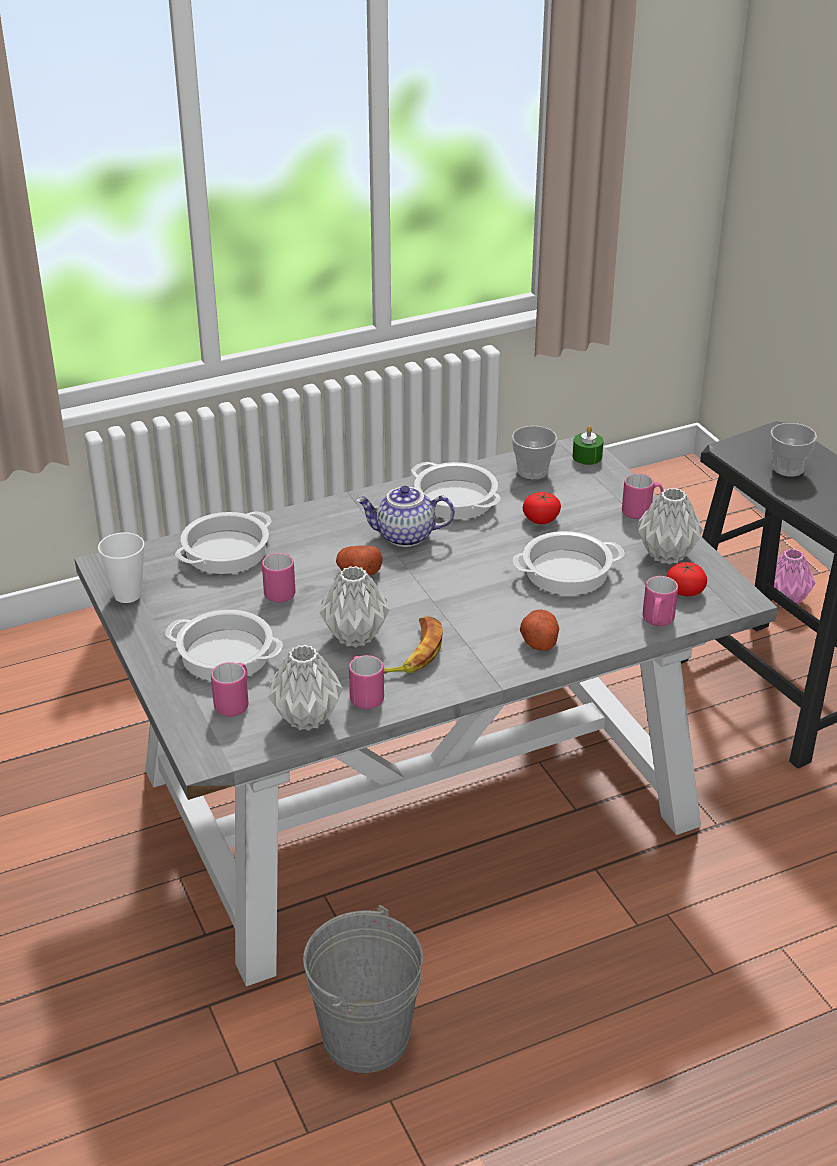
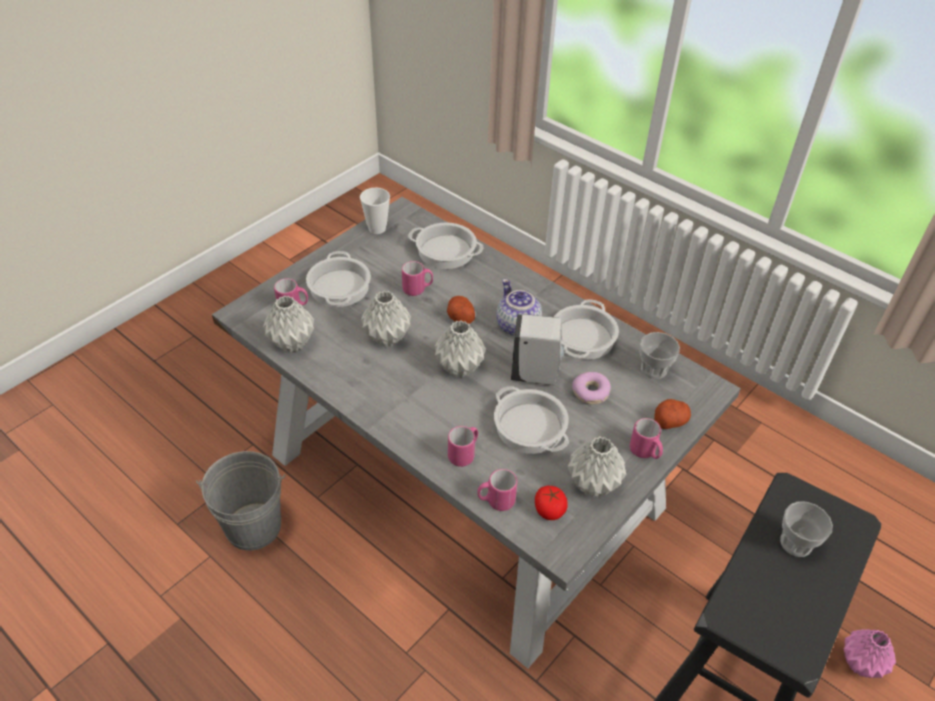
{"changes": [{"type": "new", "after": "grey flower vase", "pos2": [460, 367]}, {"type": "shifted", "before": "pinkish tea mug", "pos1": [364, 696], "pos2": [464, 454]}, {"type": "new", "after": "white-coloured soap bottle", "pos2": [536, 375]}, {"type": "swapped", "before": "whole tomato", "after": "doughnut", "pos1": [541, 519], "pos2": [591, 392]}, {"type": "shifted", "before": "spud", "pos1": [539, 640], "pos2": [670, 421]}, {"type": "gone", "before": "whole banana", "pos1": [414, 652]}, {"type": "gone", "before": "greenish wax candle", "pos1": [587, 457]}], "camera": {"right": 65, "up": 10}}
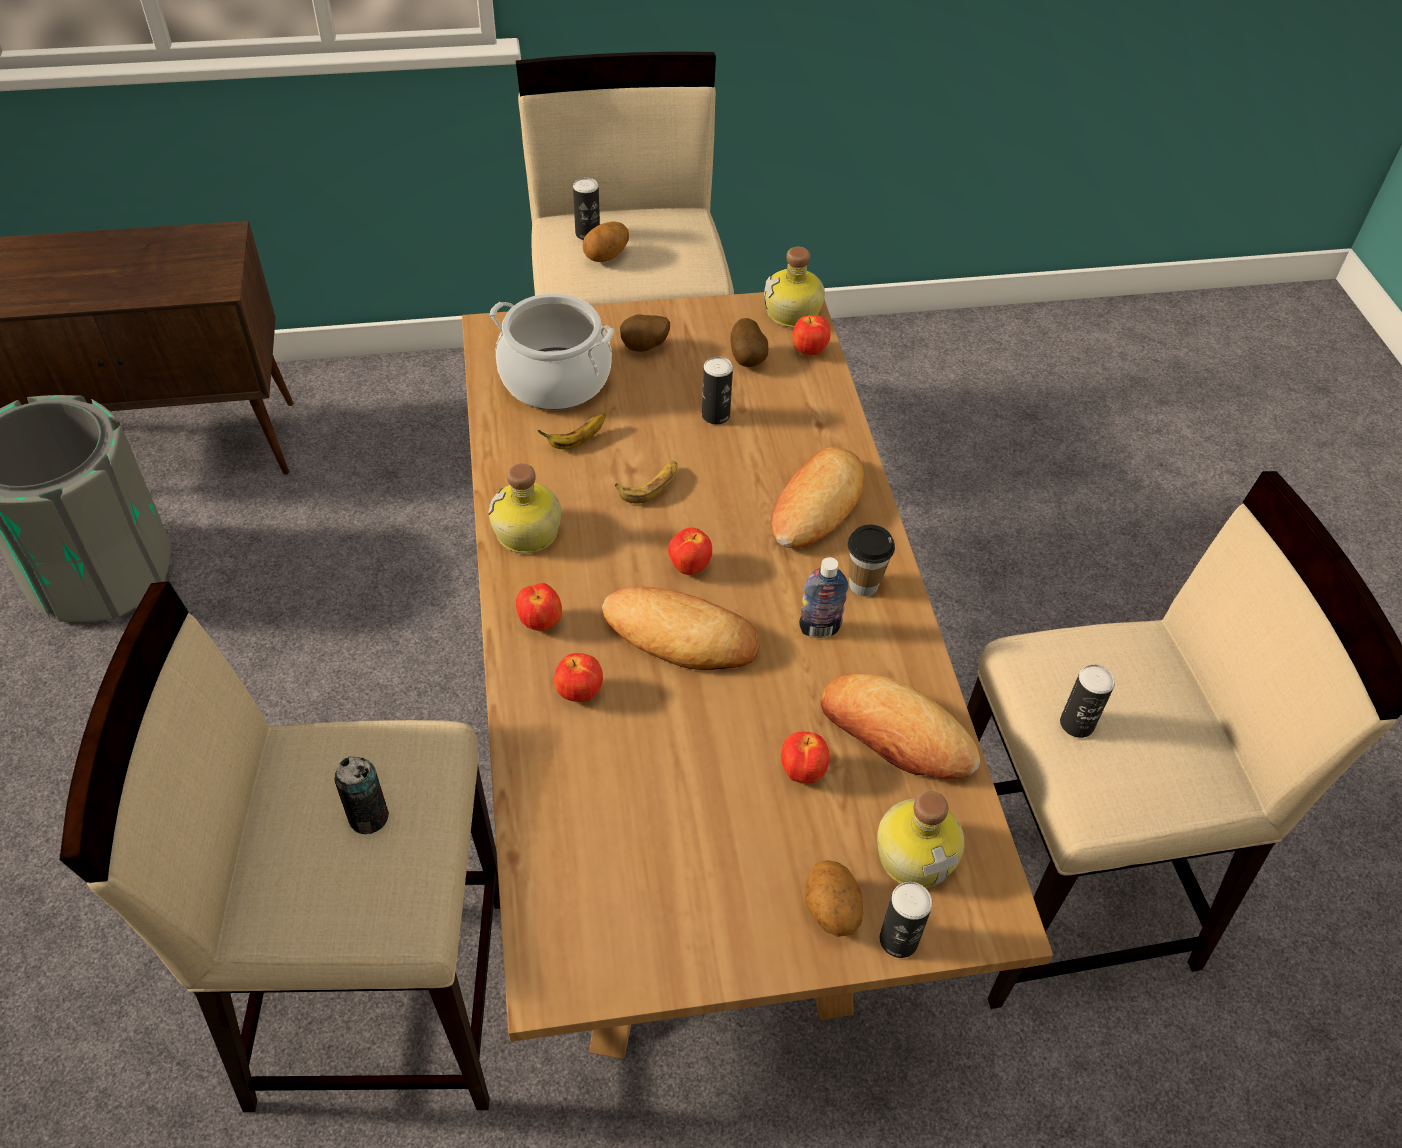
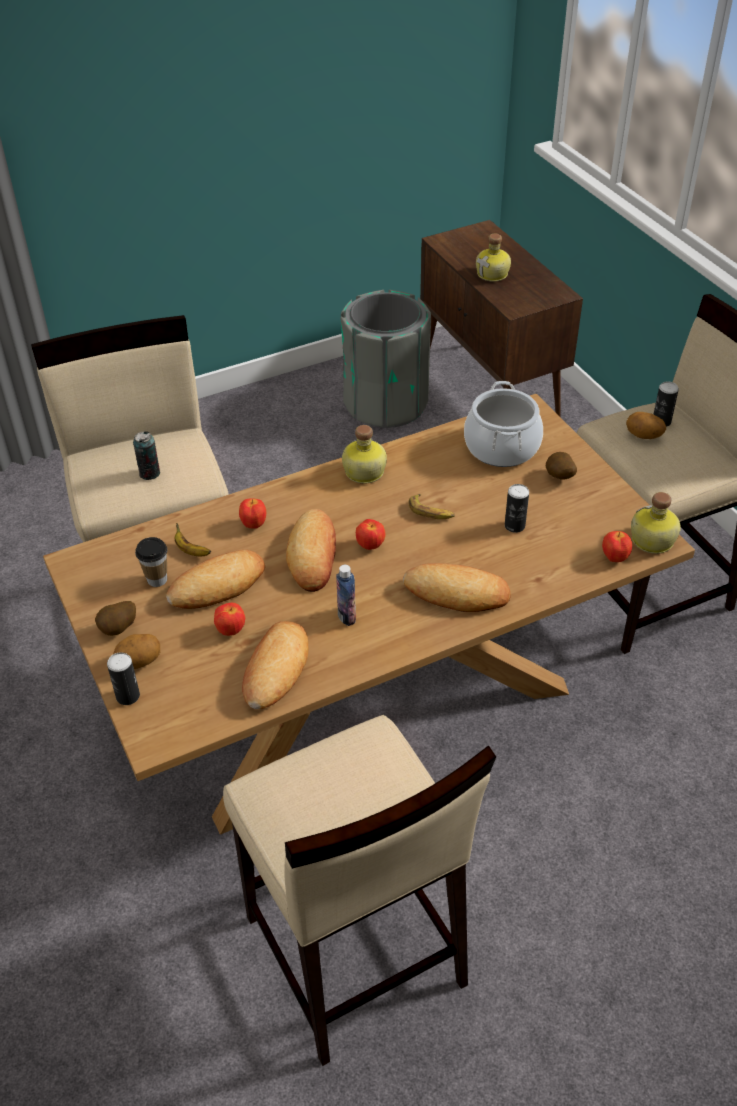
{"changes": [{"type": "shifted", "before": "spud", "pos1": [748, 359], "pos2": [119, 629]}, {"type": "shifted", "before": "small cup", "pos1": [863, 585], "pos2": [157, 579]}, {"type": "new", "after": "baked bread", "pos2": [218, 585]}, {"type": "shifted", "before": "whole banana", "pos1": [576, 441], "pos2": [191, 551]}, {"type": "shifted", "before": "bottle", "pos1": [916, 854], "pos2": [493, 274]}, {"type": "gone", "before": "apple fruit", "pos1": [541, 623]}, {"type": "gone", "before": "can", "pos1": [1076, 724]}], "camera": {"right": 75, "up": -5}}
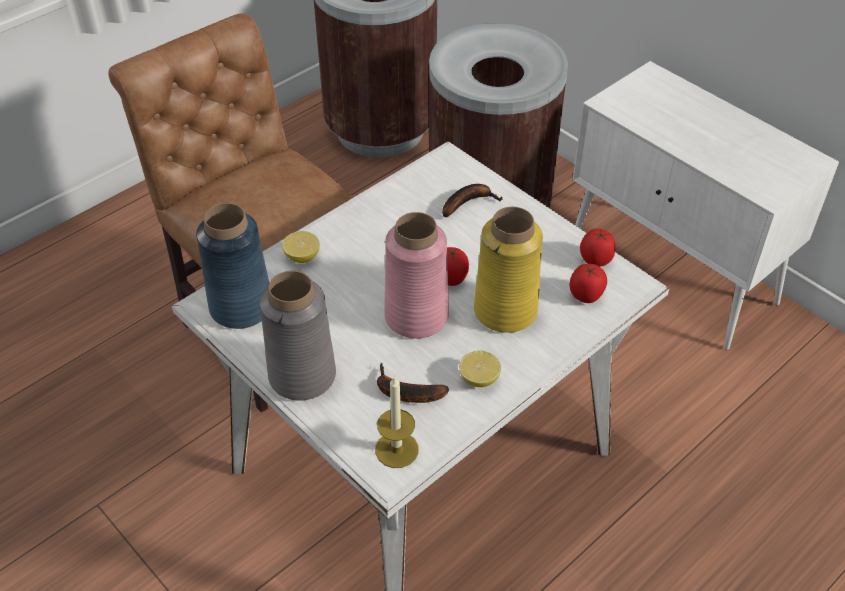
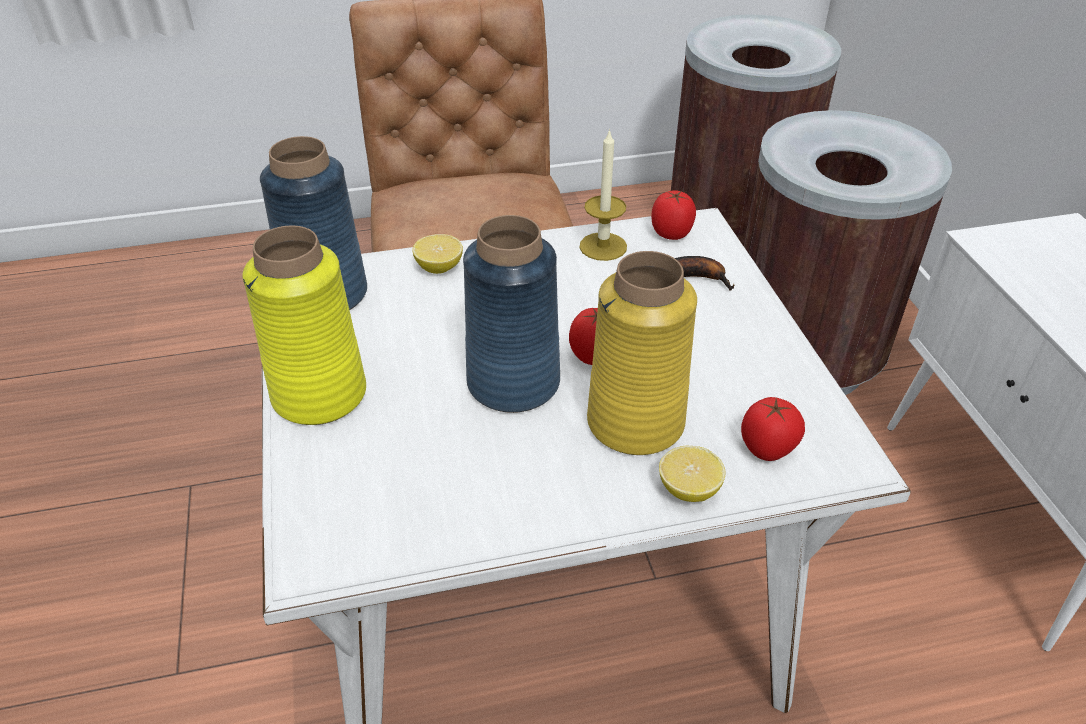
{"changes": [{"type": "repainted", "before": "grey flower vase", "after": "yellow-coloured flower vase", "pos1": [303, 375], "pos2": [320, 394]}, {"type": "repainted", "before": "pinkish flower vase", "after": "bluish flower vase", "pos1": [416, 316], "pos2": [512, 383]}, {"type": "shifted", "before": "wax candle", "pos1": [396, 449], "pos2": [603, 246]}, {"type": "shifted", "before": "whole tomato", "pos1": [595, 260], "pos2": [672, 234]}, {"type": "shifted", "before": "lemon", "pos1": [479, 379], "pos2": [689, 489]}, {"type": "gone", "before": "whole banana", "pos1": [404, 392]}], "camera": {"right": 30, "up": -5}}
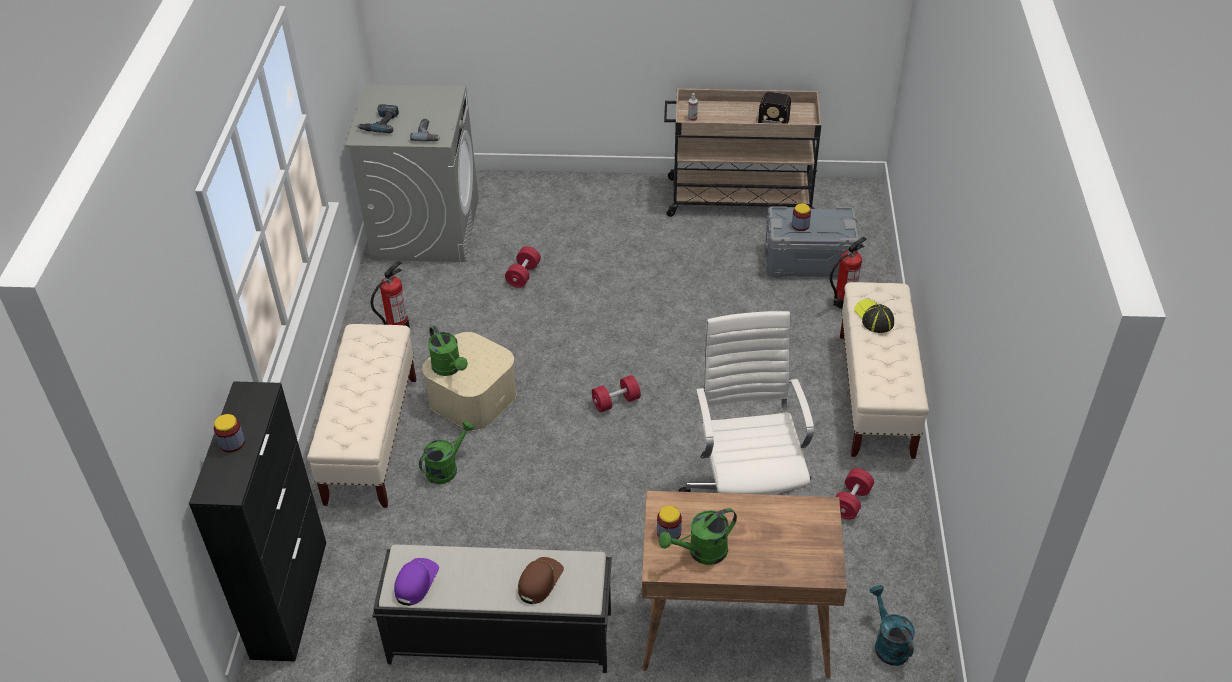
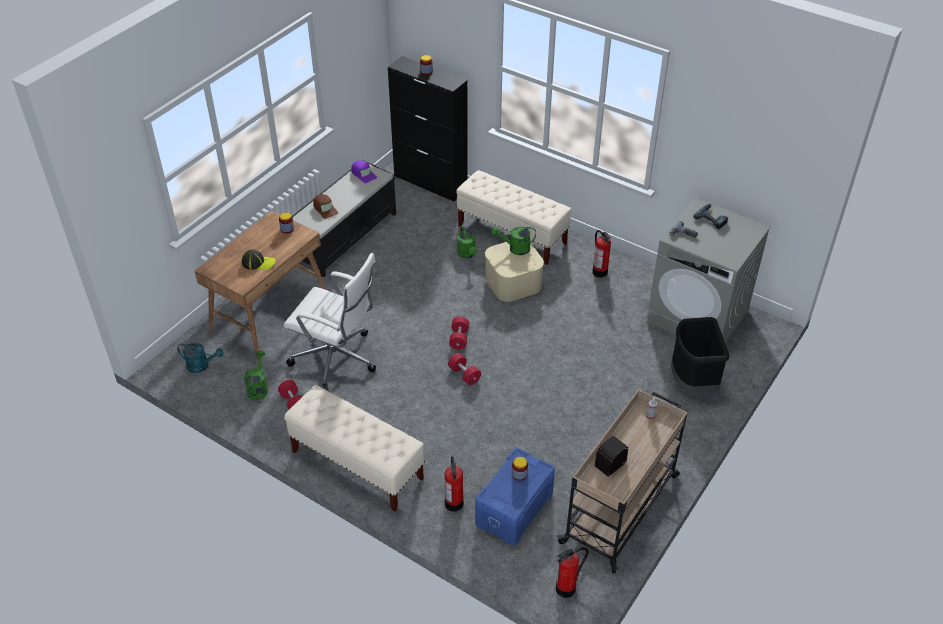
{"changes": [{"type": "shifted", "before": "peaked cap", "pos1": [873, 317], "pos2": [258, 263]}, {"type": "shifted", "before": "greenish watering pot", "pos1": [701, 553], "pos2": [258, 388]}, {"type": "shifted", "before": "red-coloured free weight", "pos1": [523, 275], "pos2": [464, 375]}, {"type": "repainted", "before": "grey storage container", "after": "bluish storage container", "pos1": [808, 260], "pos2": [515, 509]}, {"type": "new", "after": "fire extinguisher", "pos2": [566, 589]}, {"type": "new", "after": "blackish trash can", "pos2": [692, 382]}], "camera": {"right": 120, "up": 0}}
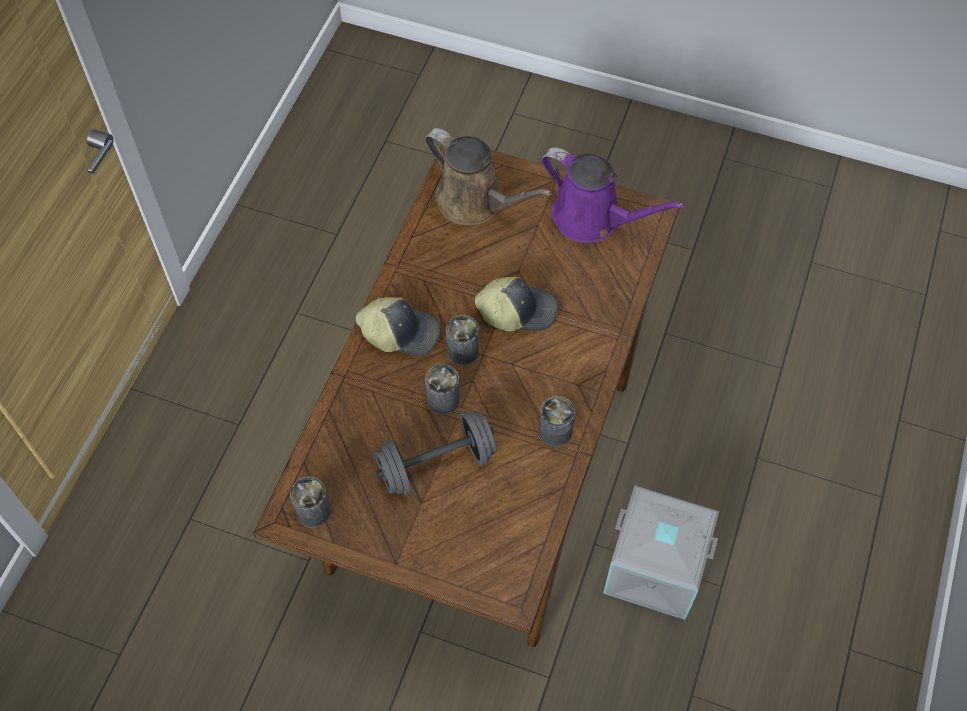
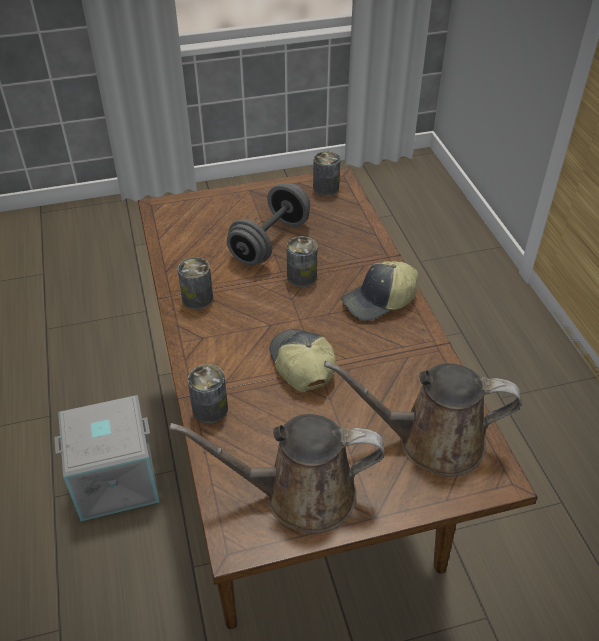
{"changes": [{"type": "repainted", "before": "purplish watering pot", "after": "brown-coloured watering pot", "pos1": [593, 218], "pos2": [300, 494]}, {"type": "shifted", "before": "can", "pos1": [463, 351], "pos2": [210, 409]}, {"type": "rotated", "before": "peaked cap", "pos1": [517, 310], "pos2": [300, 365], "turn": 105}], "camera": {"right": 145, "up": -15}}
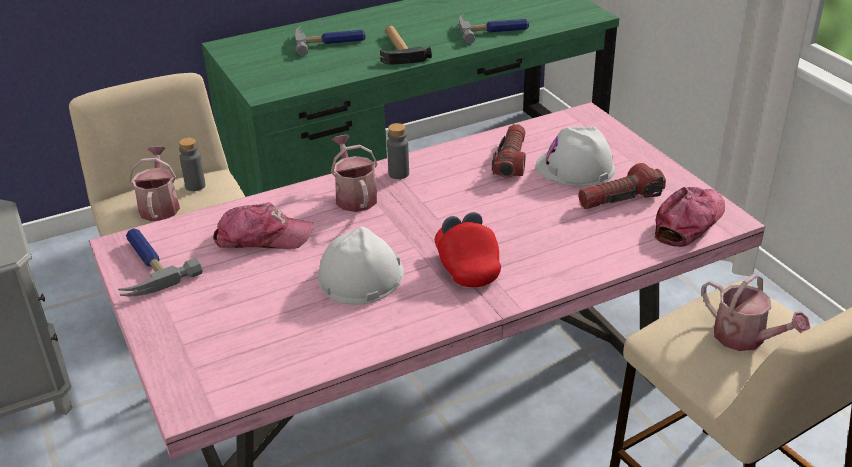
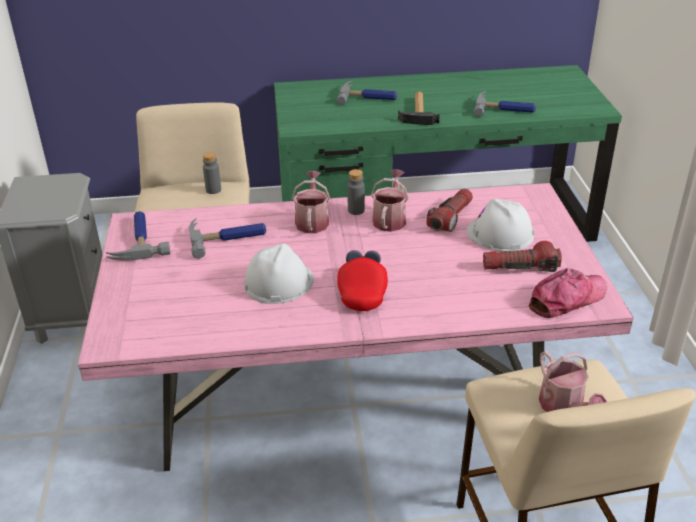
{"changes": [{"type": "swapped", "before": "peaked cap", "after": "hand hammer", "pos1": [263, 237], "pos2": [228, 237]}, {"type": "shifted", "before": "watering pot", "pos1": [160, 206], "pos2": [390, 219]}], "camera": {"right": 20, "up": 0}}
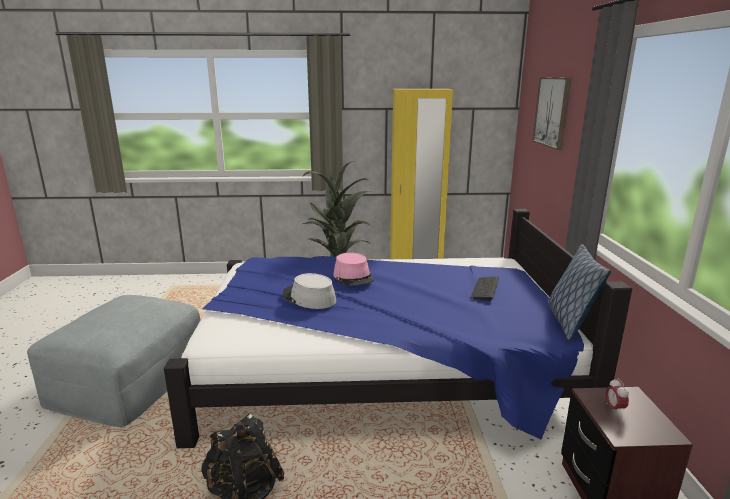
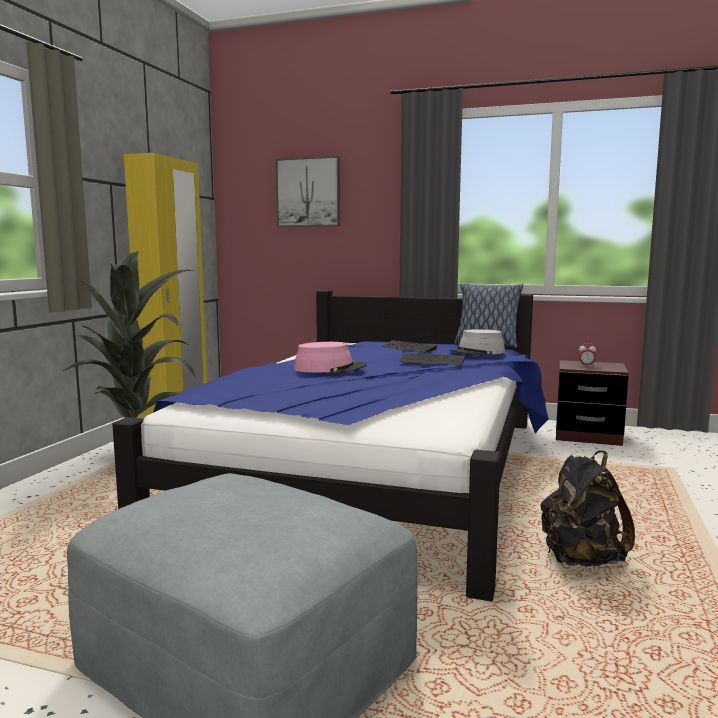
{"changes": [{"type": "new", "after": "computer keyboard", "pos2": [431, 361]}, {"type": "shifted", "before": "grey wearable hat", "pos1": [309, 298], "pos2": [477, 352]}], "camera": {"right": -70, "up": -10}}
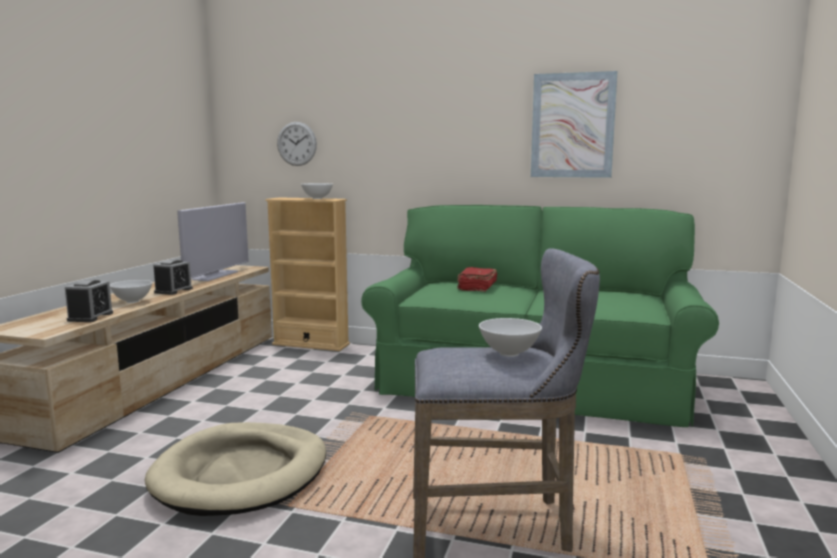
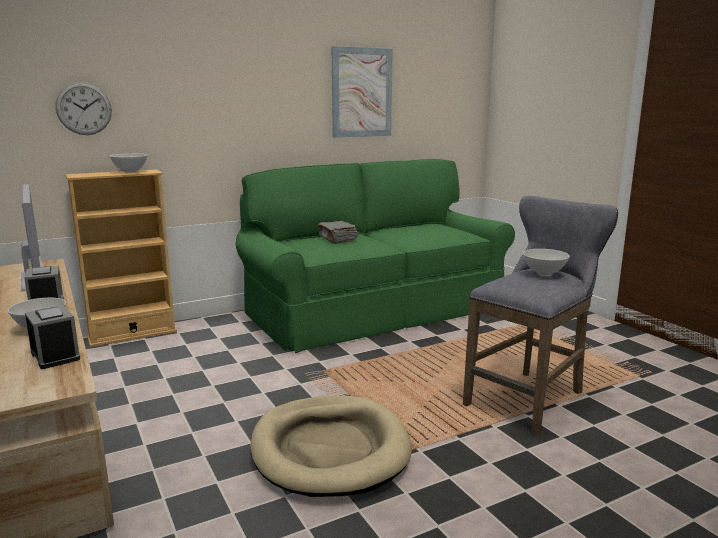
{"changes": [{"type": "repainted", "before": "red-coloured bound book", "after": "grey bound book", "pos1": [476, 287], "pos2": [337, 239]}], "camera": {"right": -45, "up": 5}}
